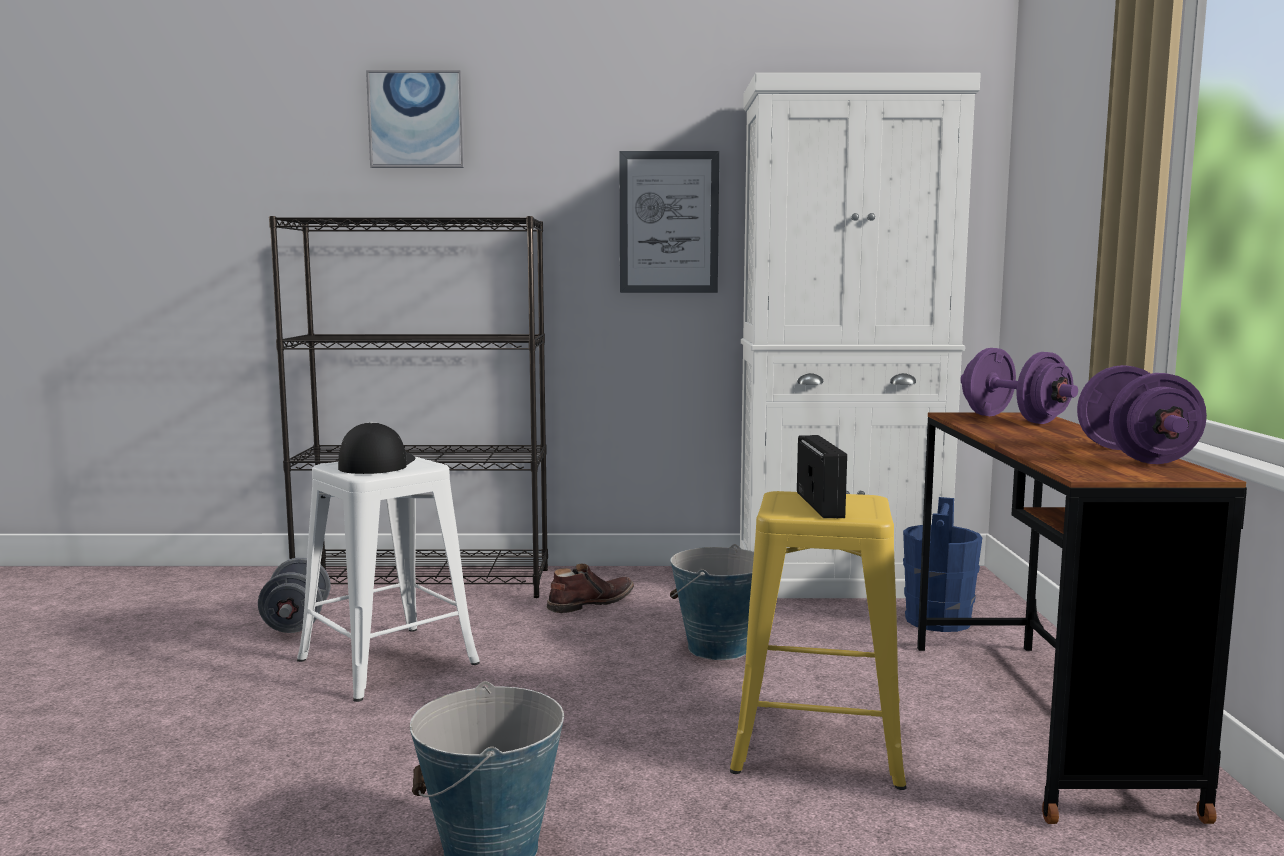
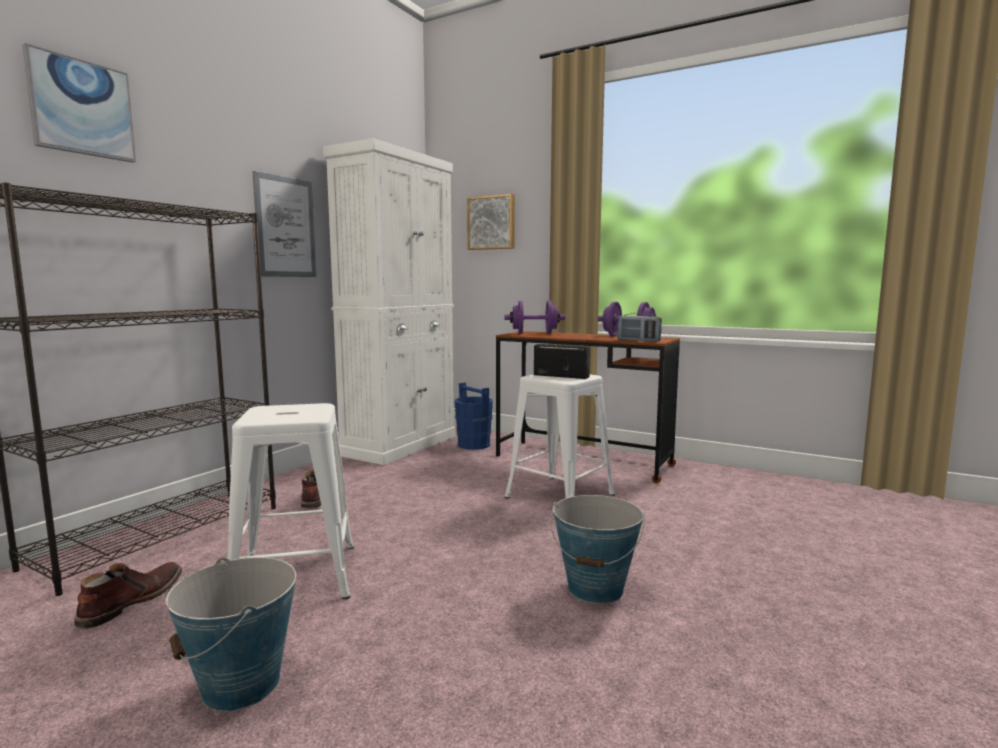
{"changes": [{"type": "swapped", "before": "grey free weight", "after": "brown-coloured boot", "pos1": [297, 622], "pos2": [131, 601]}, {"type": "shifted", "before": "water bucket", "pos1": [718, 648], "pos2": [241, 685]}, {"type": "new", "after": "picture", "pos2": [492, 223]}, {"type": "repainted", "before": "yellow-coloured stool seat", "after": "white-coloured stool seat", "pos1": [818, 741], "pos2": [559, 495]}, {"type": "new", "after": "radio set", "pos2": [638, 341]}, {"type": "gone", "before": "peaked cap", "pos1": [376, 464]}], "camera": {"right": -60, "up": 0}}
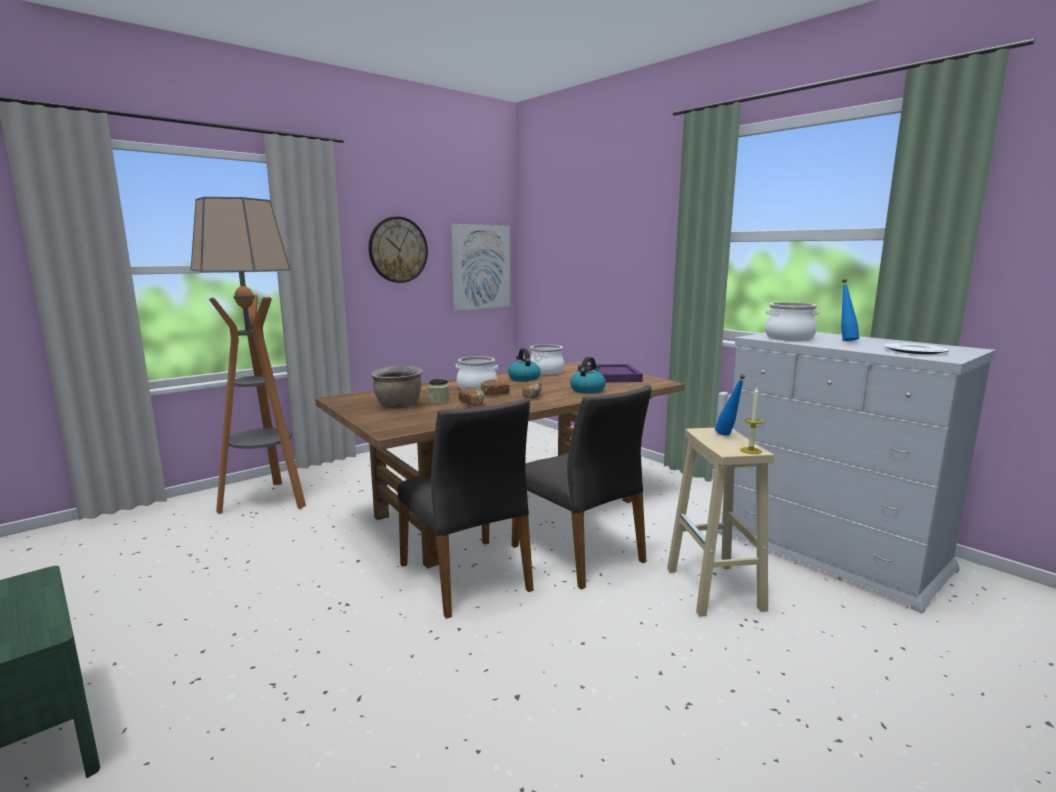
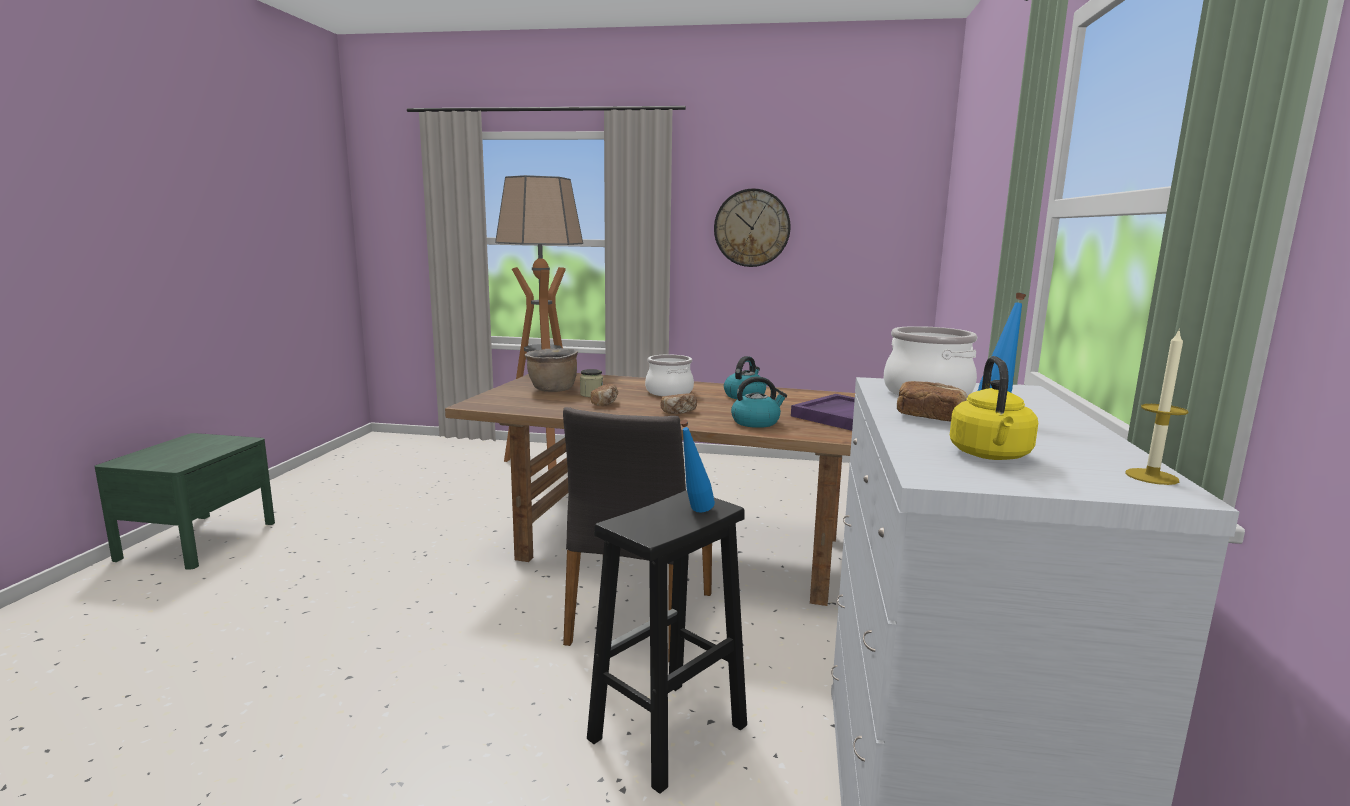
{"changes": [{"type": "repainted", "before": "sand-coloured stool seat", "after": "blackish stool seat", "pos1": [715, 590], "pos2": [666, 734]}, {"type": "shifted", "before": "baked bread", "pos1": [495, 394], "pos2": [929, 418]}, {"type": "swapped", "before": "flat dish", "after": "yellow-coloured kettle", "pos1": [915, 351], "pos2": [990, 455]}, {"type": "shifted", "before": "wax candle", "pos1": [750, 450], "pos2": [1151, 476]}, {"type": "gone", "before": "grey plain chair", "pos1": [467, 577]}, {"type": "gone", "before": "picture", "pos1": [481, 267]}, {"type": "gone", "before": "cooking pot", "pos1": [546, 372]}], "camera": {"right": 50, "up": 0}}
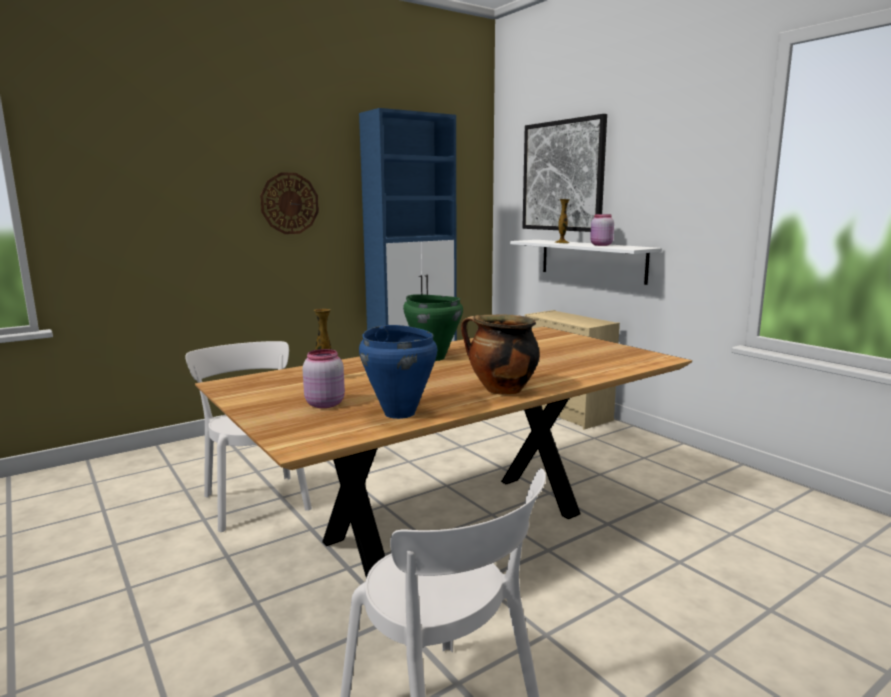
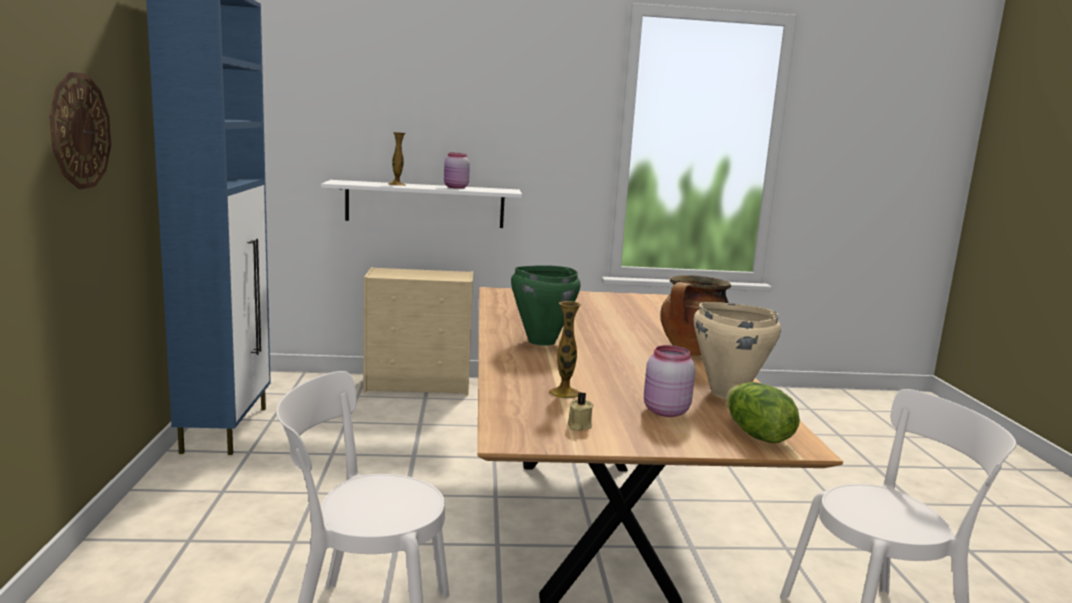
{"changes": [{"type": "new", "after": "sand-coloured wax candle", "pos2": [578, 425]}, {"type": "repainted", "before": "bluish cooking pot", "after": "sand-coloured cooking pot", "pos1": [400, 413], "pos2": [726, 393]}, {"type": "new", "after": "lettuce", "pos2": [756, 435]}, {"type": "gone", "before": "picture", "pos1": [563, 176]}], "camera": {"right": -60, "up": 0}}
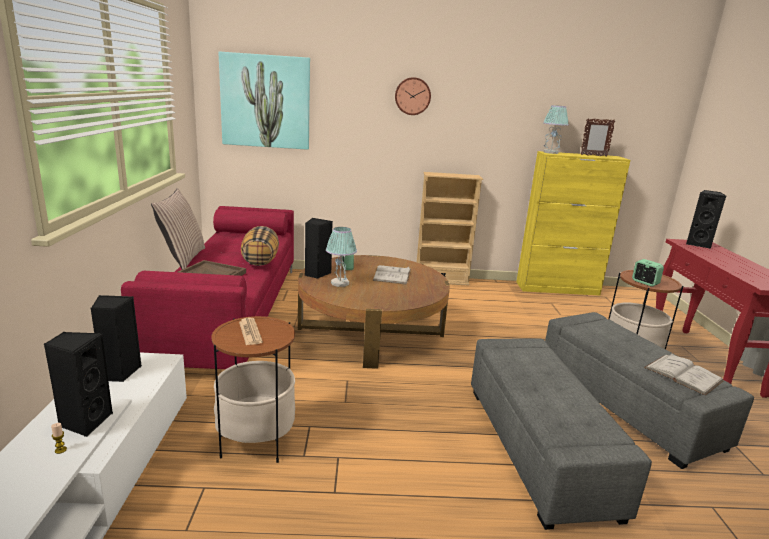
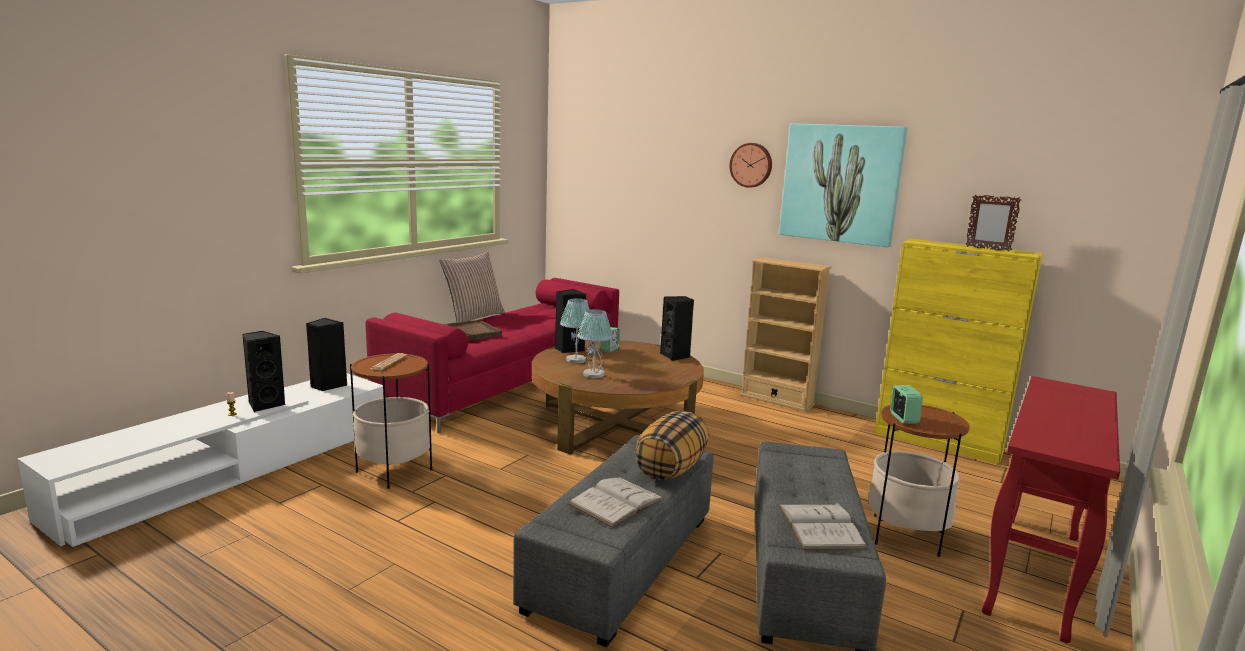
{"changes": [{"type": "shifted", "before": "white-coloured bound book", "pos1": [392, 275], "pos2": [616, 501]}, {"type": "shifted", "before": "tabletop lamp", "pos1": [551, 152], "pos2": [594, 375]}, {"type": "shifted", "before": "throw pillow", "pos1": [260, 261], "pos2": [670, 469]}, {"type": "shifted", "before": "blackish audio speaker", "pos1": [698, 244], "pos2": [675, 356]}, {"type": "shifted", "before": "picture", "pos1": [266, 101], "pos2": [840, 183]}], "camera": {"right": 35, "up": -5}}
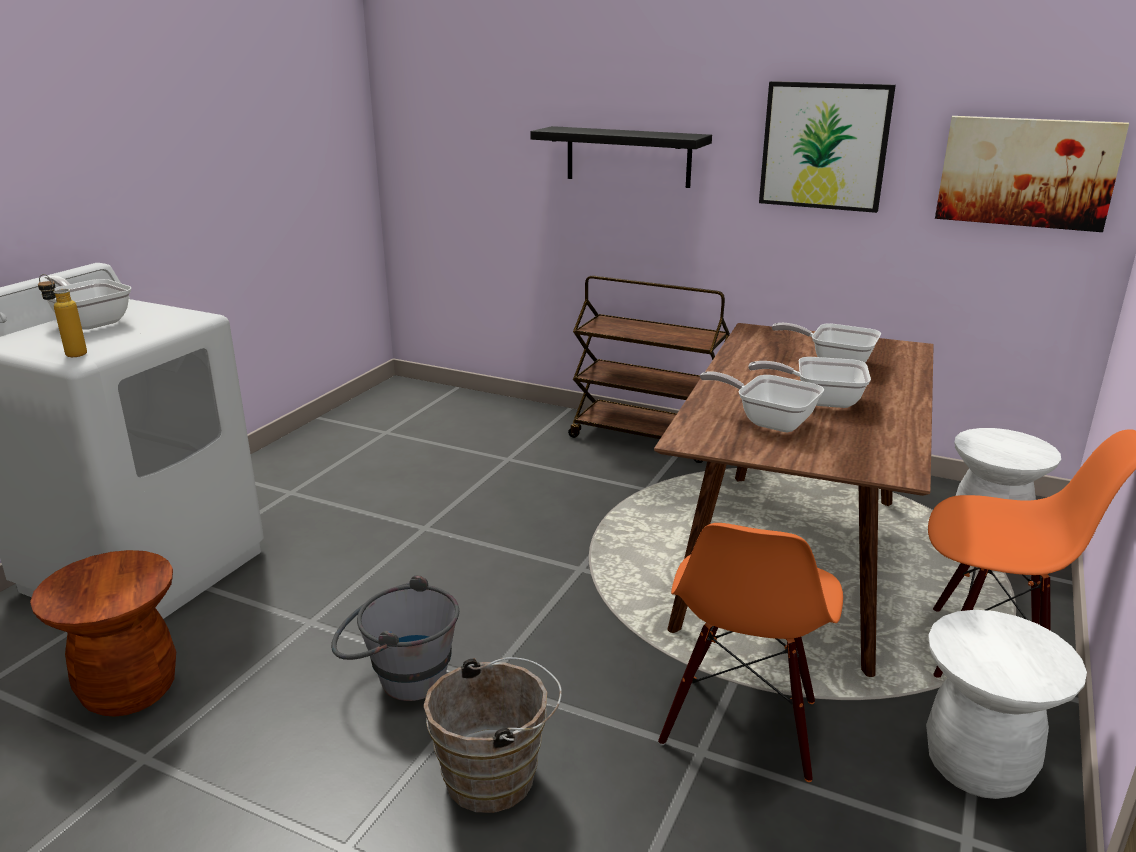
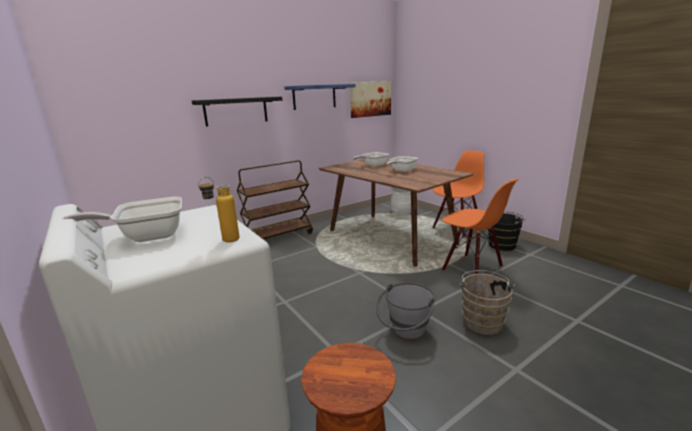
{"changes": [{"type": "swapped", "before": "picture", "after": "bluish shelf", "pos1": [824, 146], "pos2": [314, 97]}, {"type": "swapped", "before": "white-coloured stool seat", "after": "blackish water bucket", "pos1": [977, 766], "pos2": [502, 244]}, {"type": "gone", "before": "pan", "pos1": [769, 421]}], "camera": {"right": -60, "up": -5}}
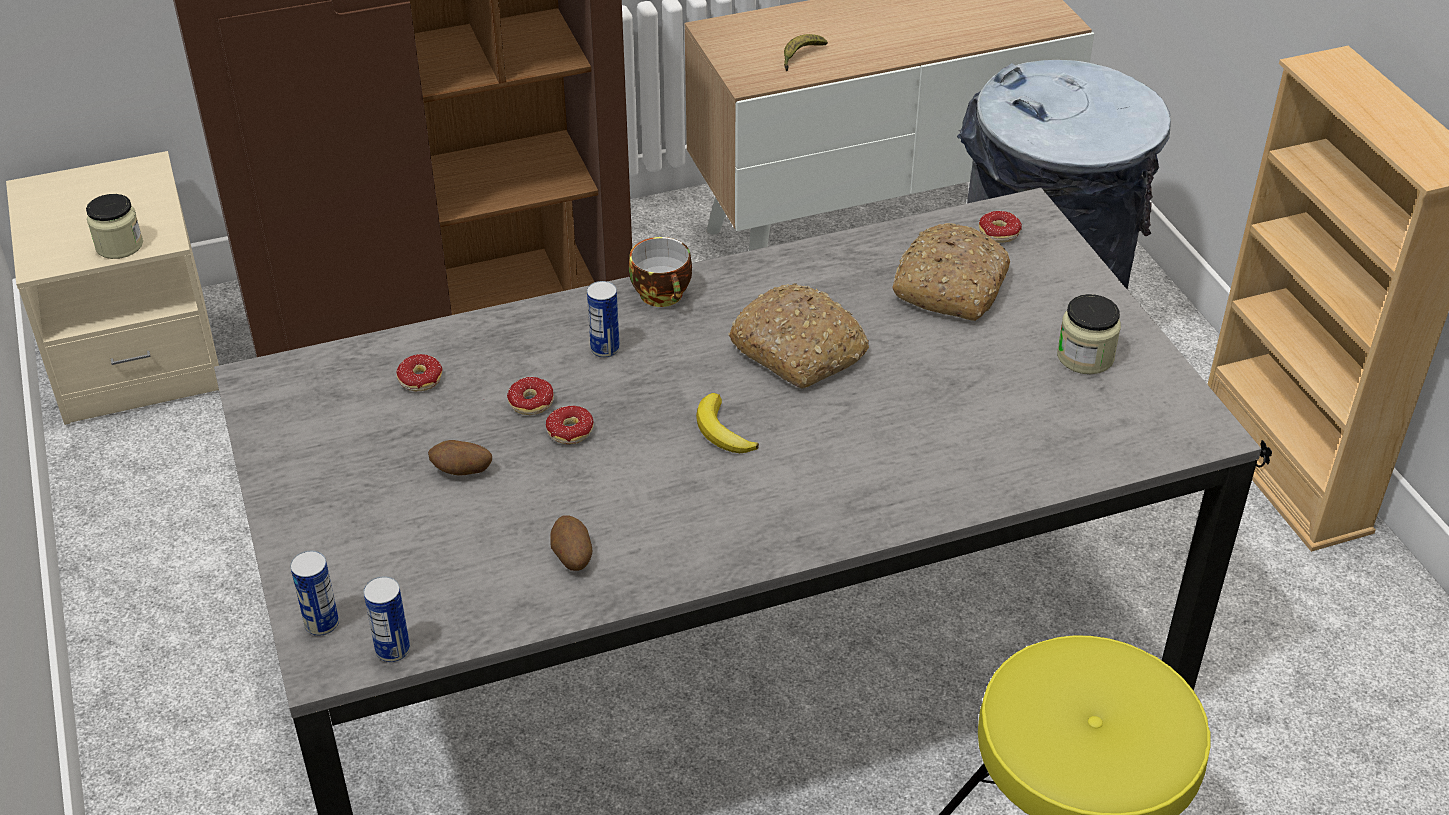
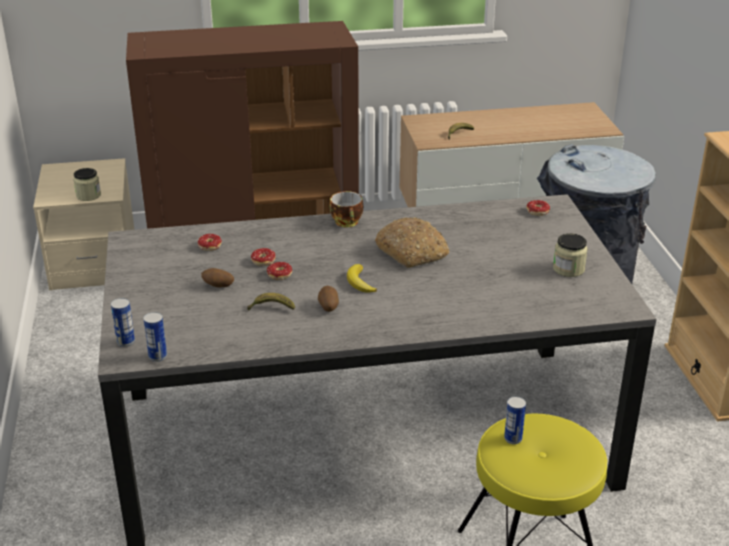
{"changes": [{"type": "new", "after": "whole banana", "pos2": [271, 308]}, {"type": "shifted", "before": "spud", "pos1": [572, 557], "pos2": [328, 307]}, {"type": "shifted", "before": "can", "pos1": [605, 349], "pos2": [513, 438]}, {"type": "gone", "before": "baked bread", "pos1": [950, 285]}], "camera": {"right": 10, "up": -10}}
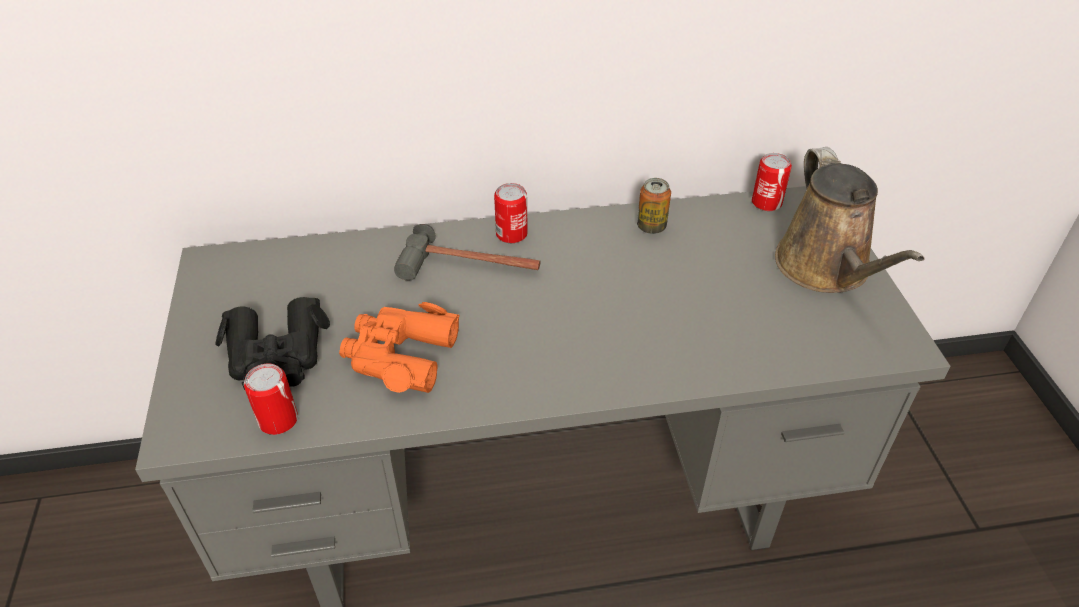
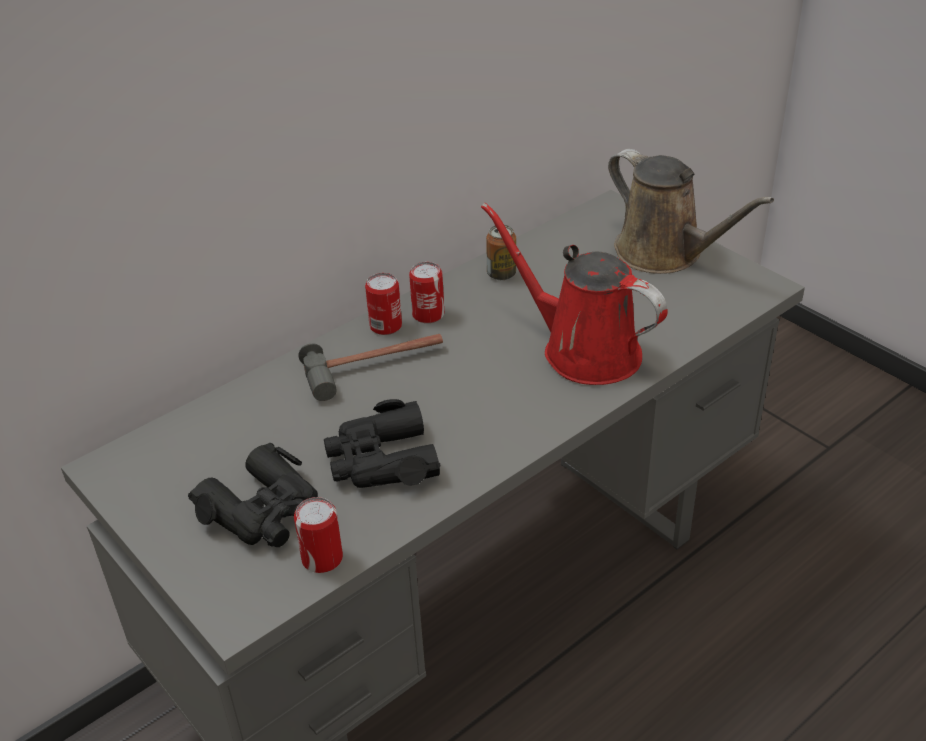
{"changes": [{"type": "repainted", "before": "orange field glasses", "after": "blackish field glasses", "pos1": [399, 355], "pos2": [381, 461]}, {"type": "shifted", "before": "can", "pos1": [766, 202], "pos2": [428, 314]}, {"type": "new", "after": "red-coloured watering pot", "pos2": [583, 350]}], "camera": {"right": -30, "up": -5}}
